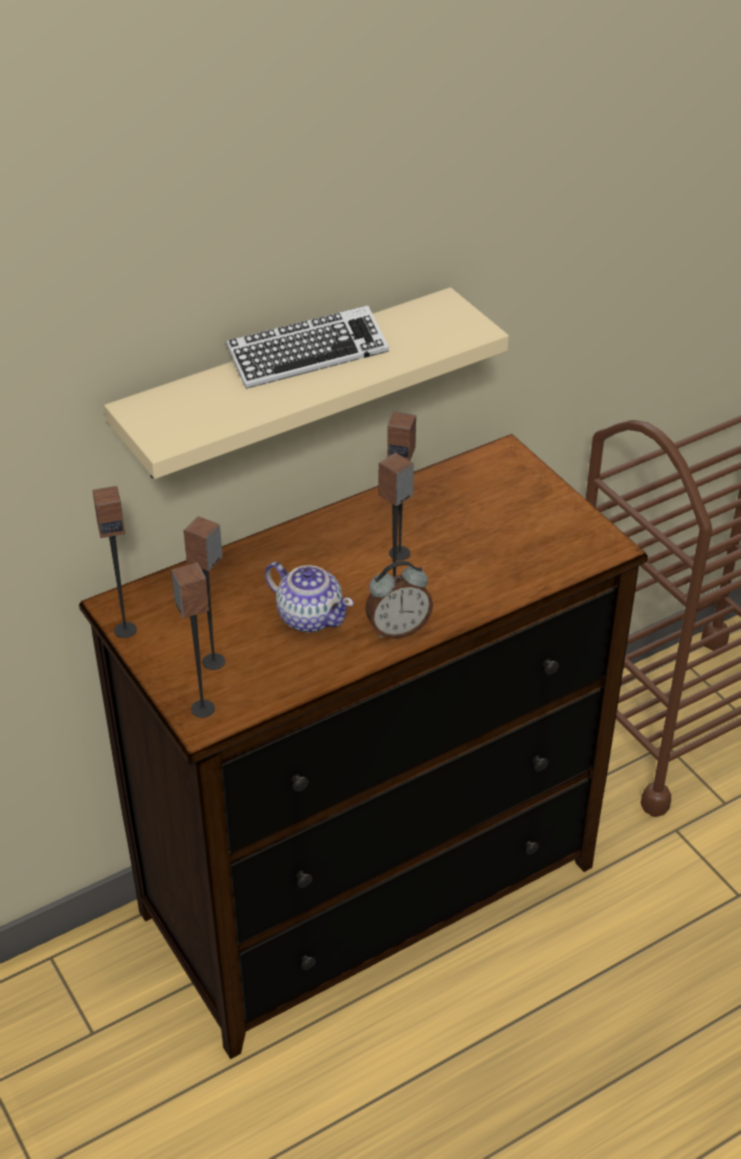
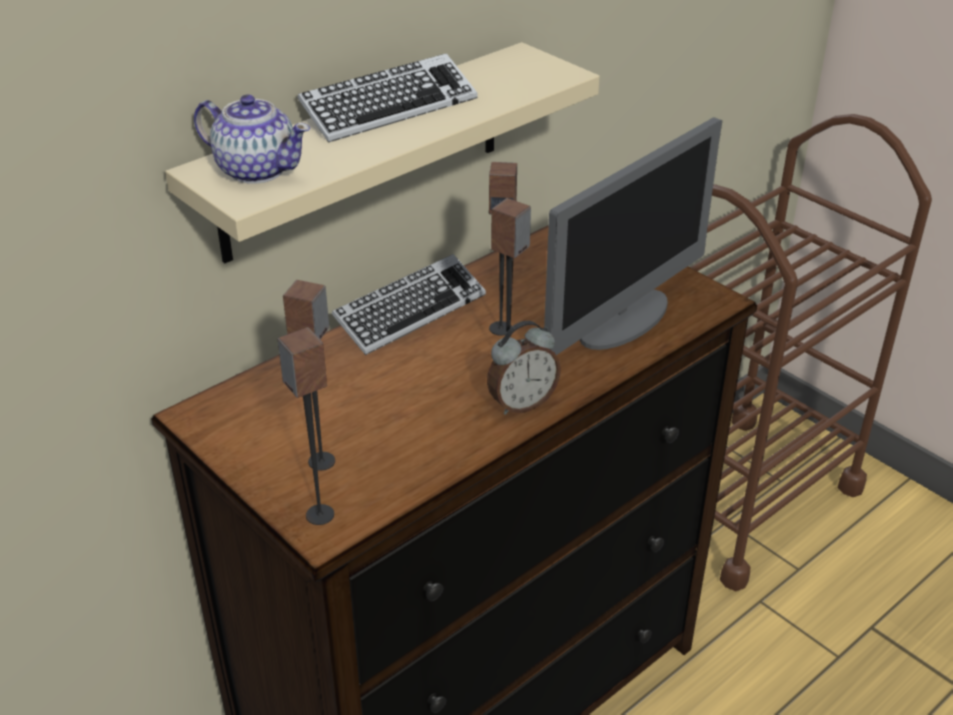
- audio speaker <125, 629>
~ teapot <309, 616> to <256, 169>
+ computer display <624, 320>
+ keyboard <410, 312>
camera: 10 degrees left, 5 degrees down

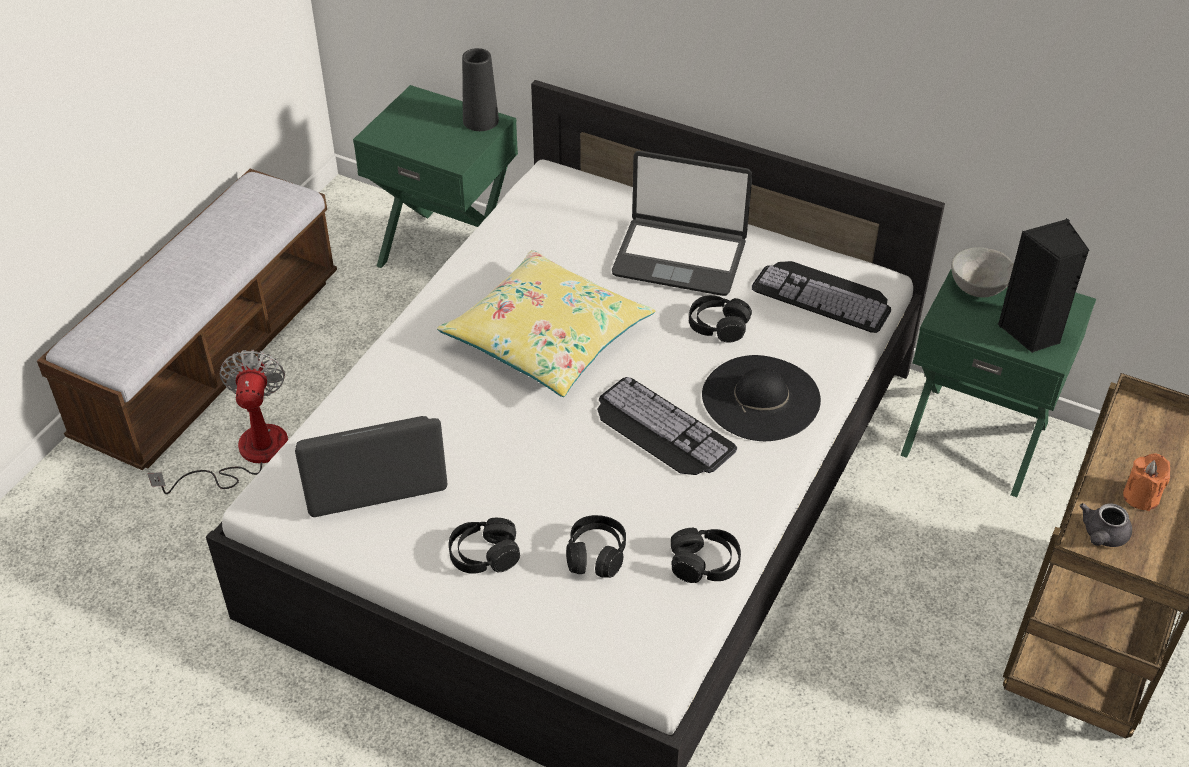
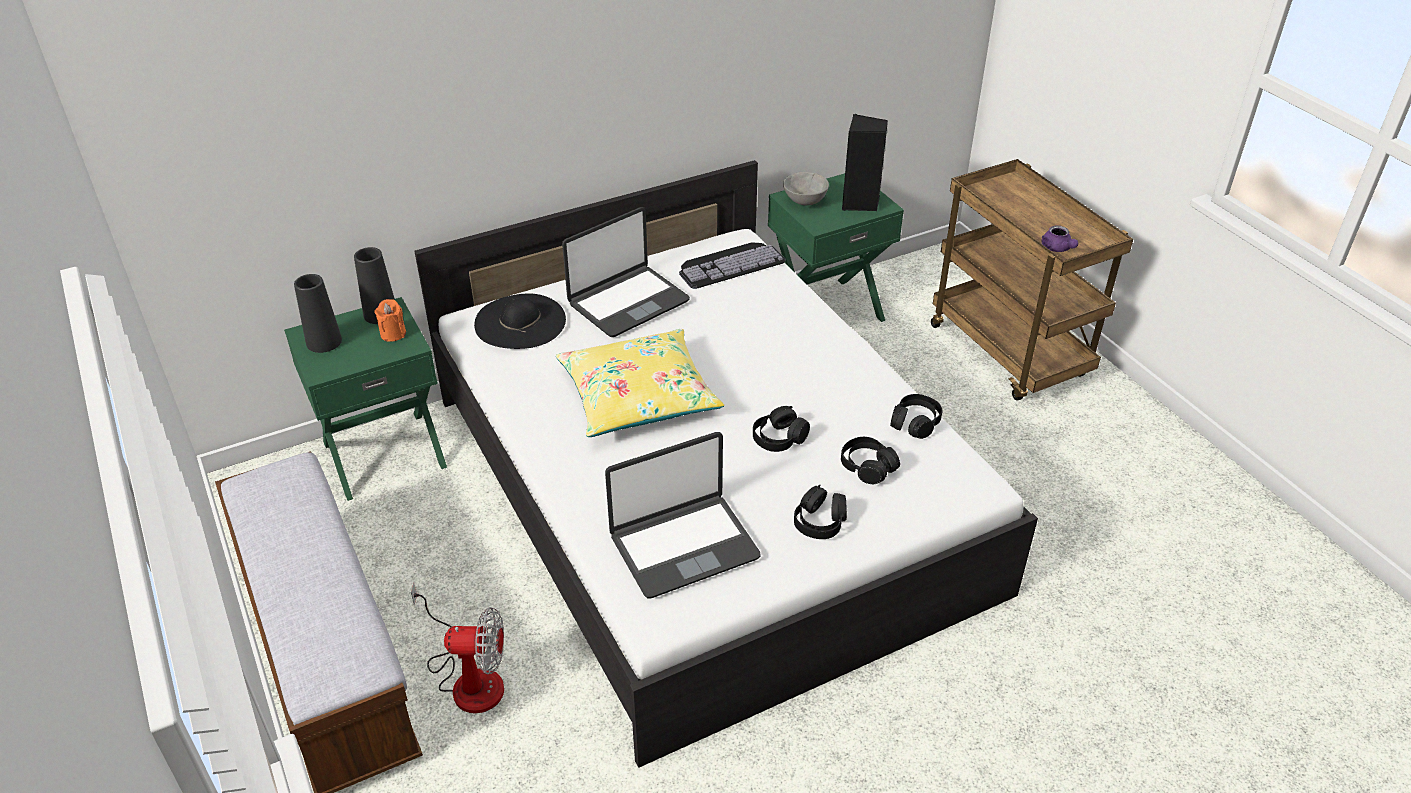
~ headset in black-coloured <718, 326> to <779, 438>
~ electric fan <247, 454> = <469, 678> 150 degrees clockwise
~ wearable hat in black-coloured <761, 398> to <520, 321>
- keyboard <659, 429>
~ portable computer <371, 472> = <683, 546> 135 degrees counterclockwise
~ wax candle in orange <1141, 496> to <393, 334>
~ teapot in grey <1102, 536> to teapot in purple-coloured <1057, 249>
+ vase in black-coloured <324, 342>
camera: 55 degrees left, 5 degrees down

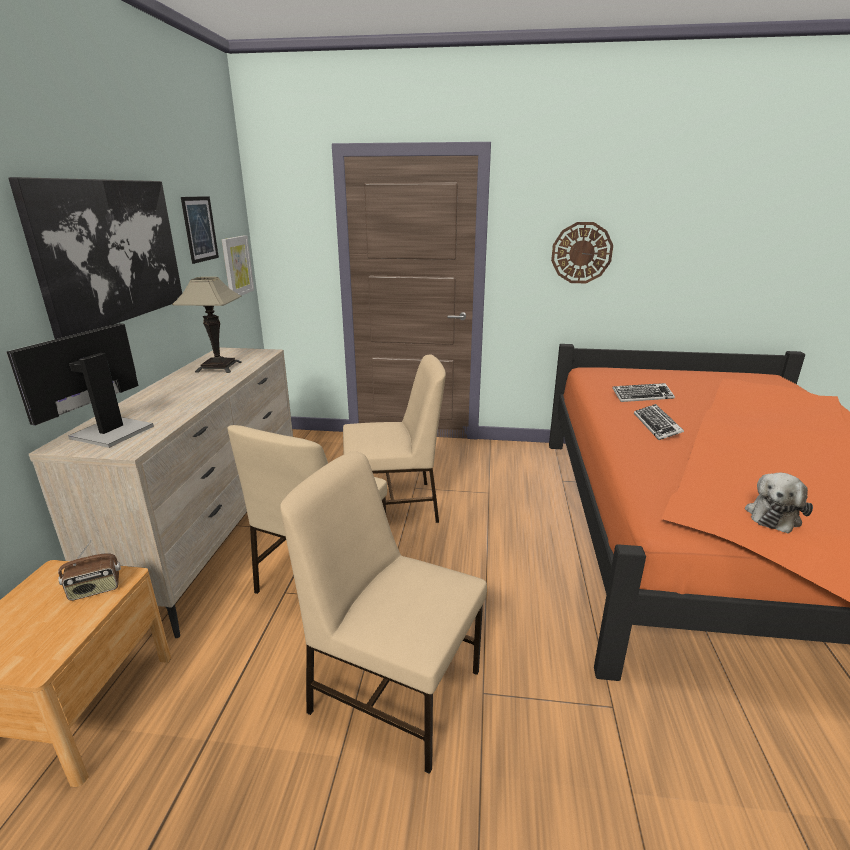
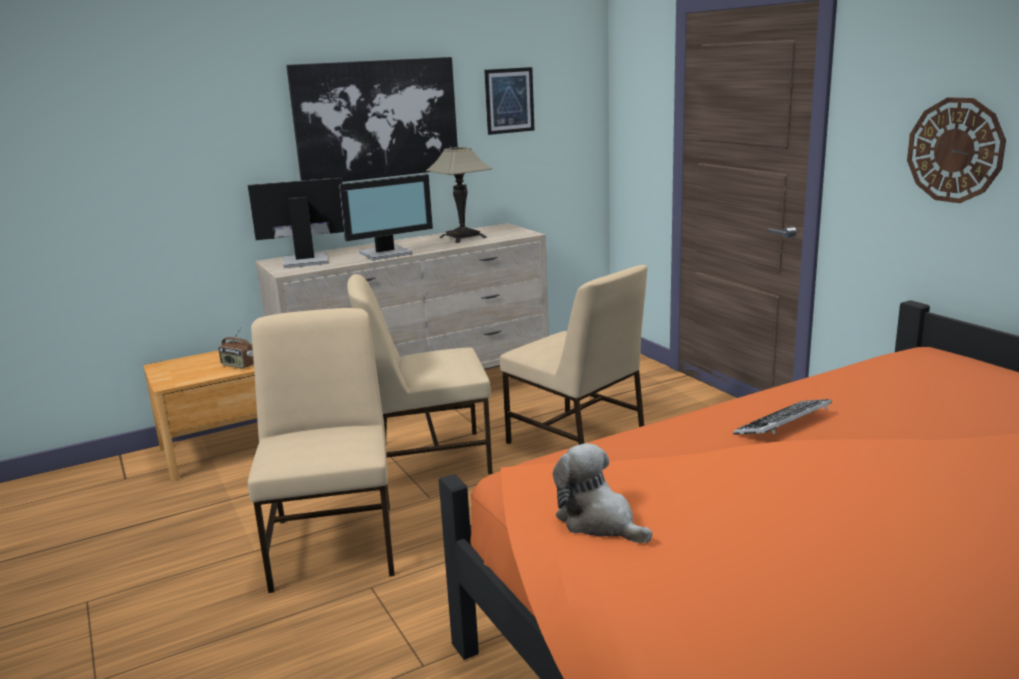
- wall picture <237, 266>
- keyboard <642, 396>
~ soft toy <773, 515> = <599, 521> 45 degrees clockwise
+ computer display <387, 253>
camera: 55 degrees right, 5 degrees down

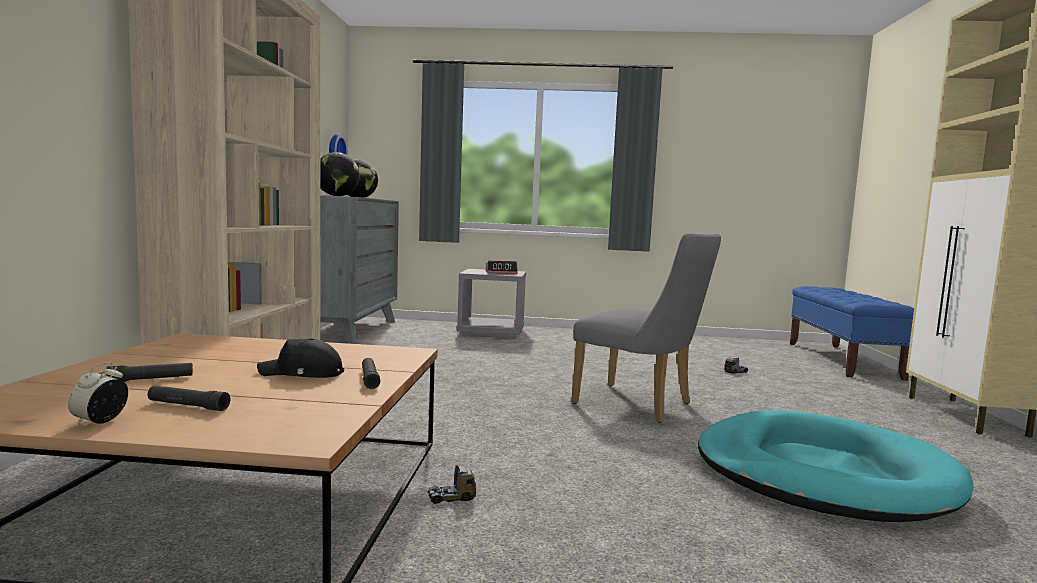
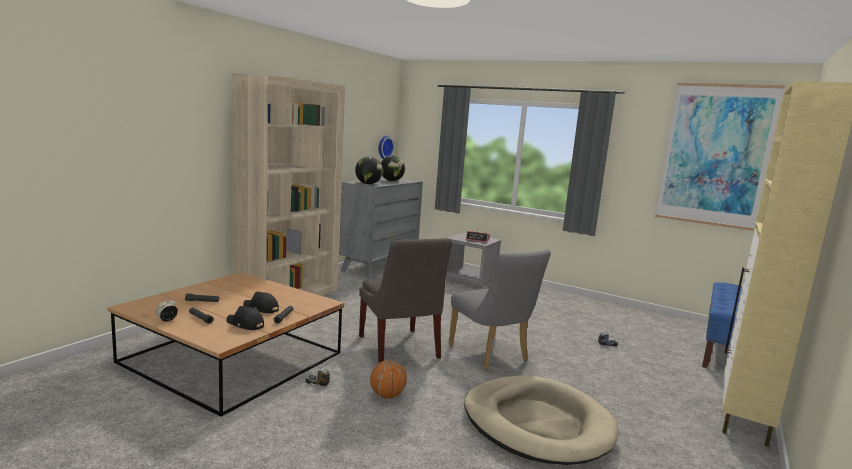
~ pet bed in blue-green <821, 474> to pet bed in sand-coloured <537, 424>
+ wall picture <715, 155>
+ chair in grey <399, 348>
+ cap in black-coloured <245, 324>
+ basketball ball <387, 396>
camera: 25 degrees right, 5 degrees up

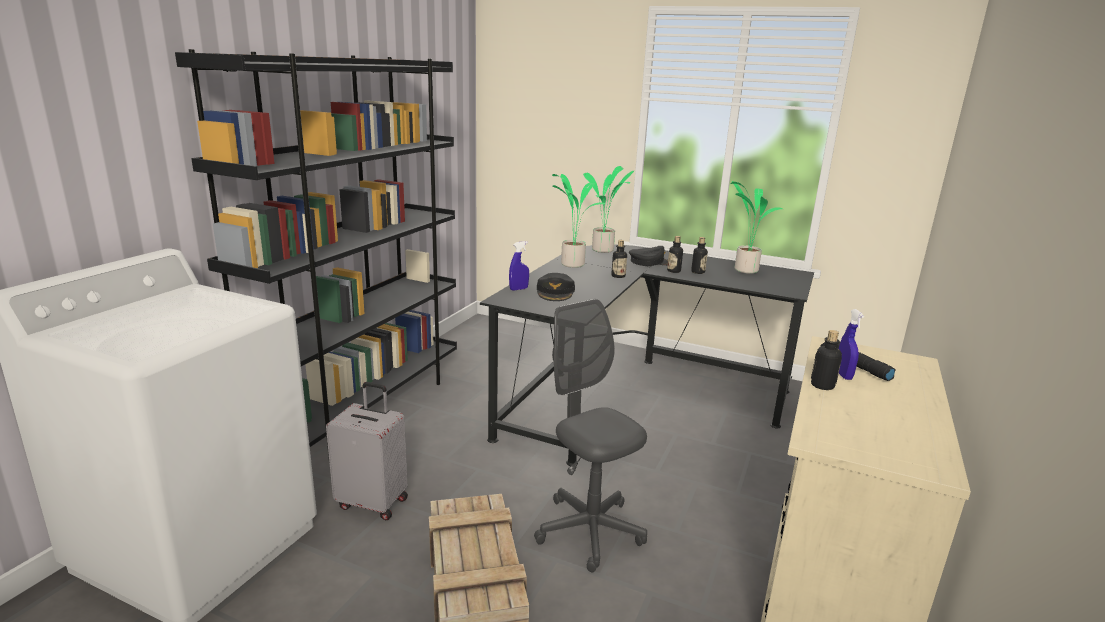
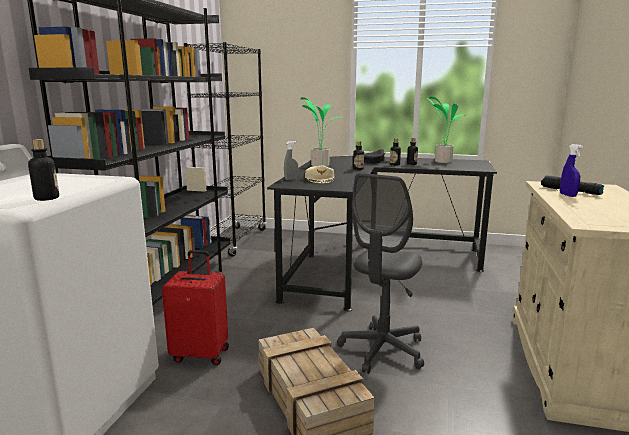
- potted plant <604, 250>
~ hand sprayer in bluish <518, 289> to hand sprayer in grey <291, 179>
~ cap in black-coloured <555, 292> to cap in sand-coloured <320, 179>
~ desk chair in grey <589, 531> = <382, 350> 105 degrees counterclockwise
~ bottle <822, 385> to <47, 198>
~ piece of luggage in grey <373, 502> to piece of luggage in reddish <201, 354>
+ bookshelf in black-coloured <234, 241>
camera: 10 degrees left, 5 degrees down

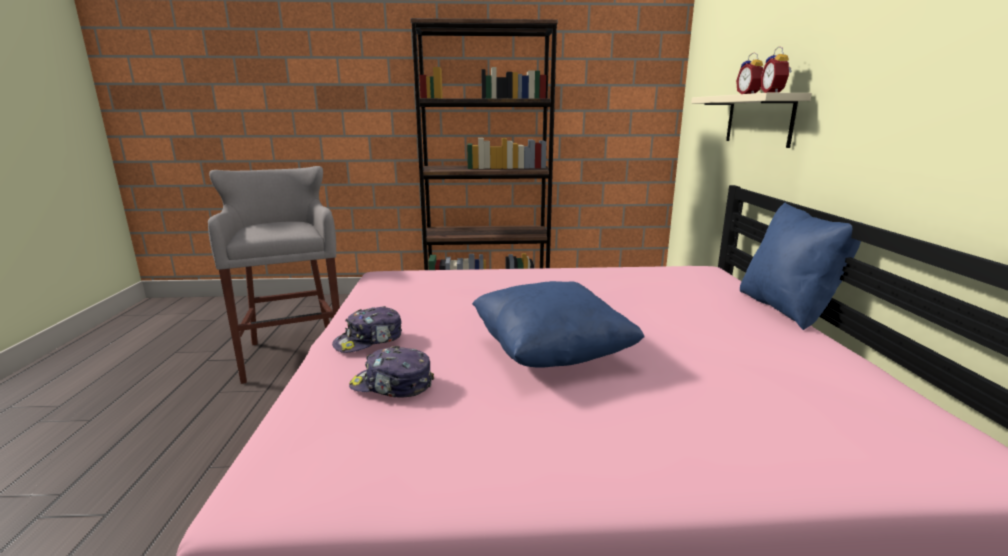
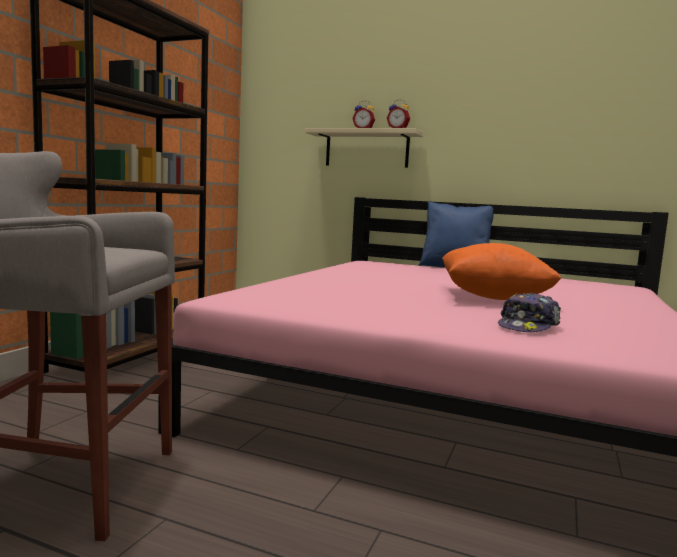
~ pillow in bluish <551, 353> to pillow in orange <492, 297>
- cap <369, 340>
camera: 65 degrees left, 10 degrees down

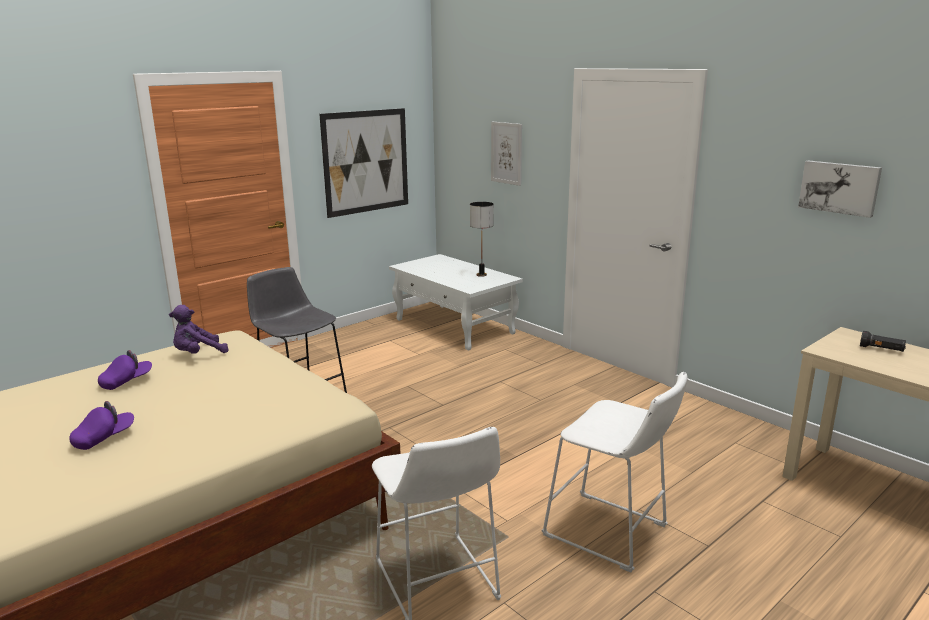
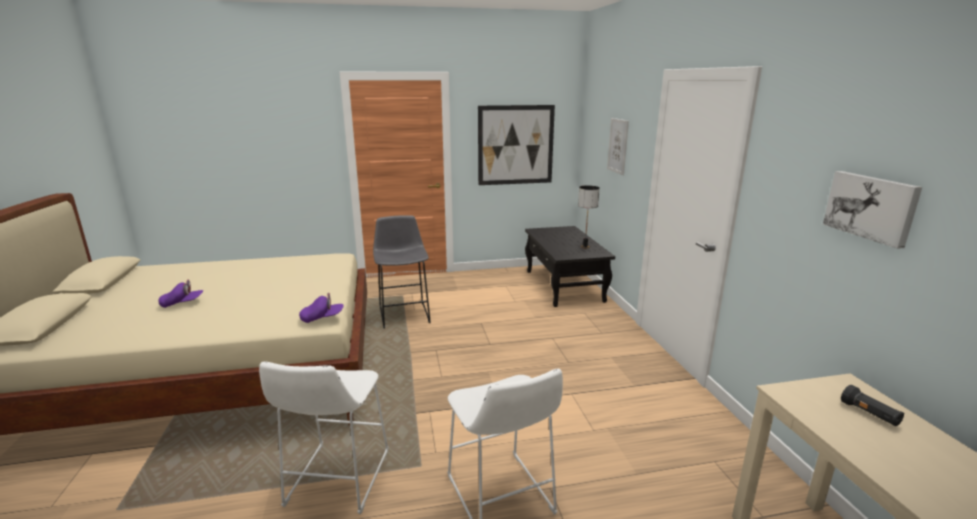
~ low table in whitish <455, 326> to low table in black-coloured <564, 286>
- soft toy in purple-coloured <198, 354>
~ cap in purple-coloured <126, 381> to <322, 318>
camera: 30 degrees right, 0 degrees up

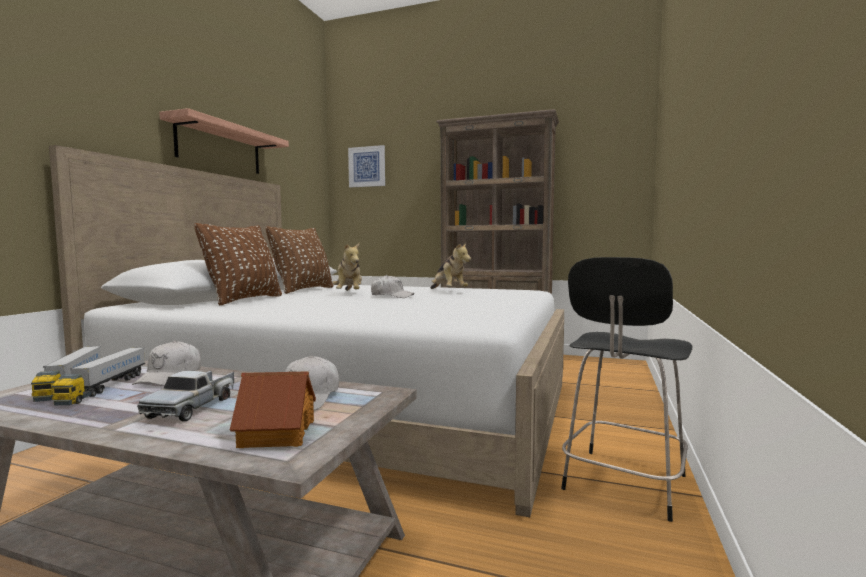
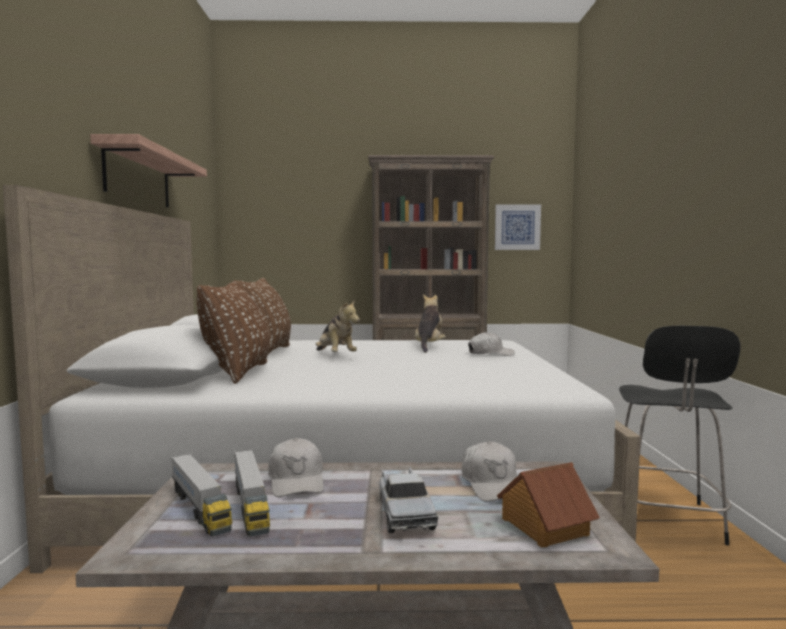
~ wall picture <367, 167> to <517, 227>
~ soft toy <448, 291> = <429, 346> 120 degrees counterclockwise
~ cap in whitish <392, 296> to <490, 354>
camera: 20 degrees left, 0 degrees up

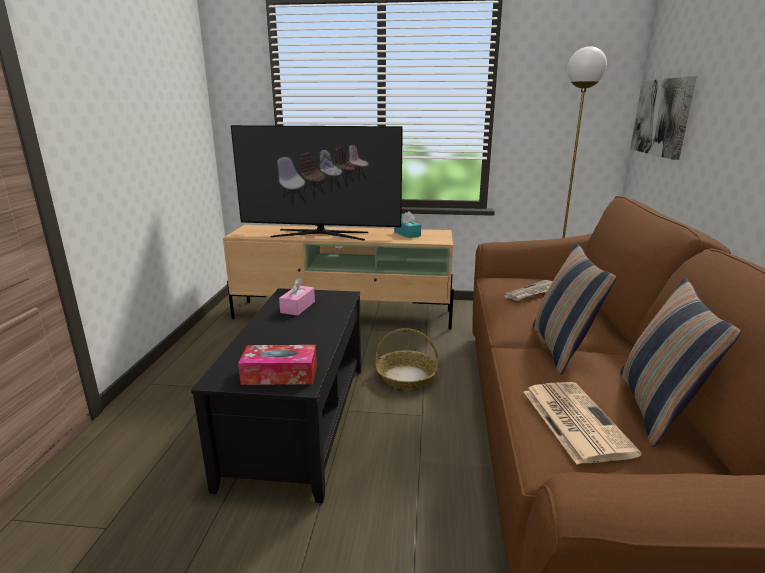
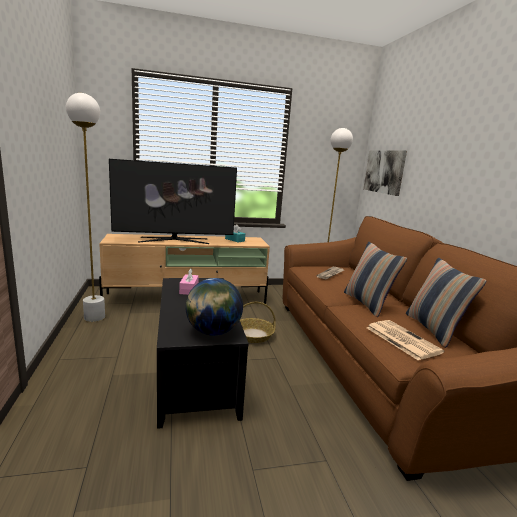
~ tissue holder <280, 374> to globe <213, 332>
+ standard lamp in whitish <94, 317>
camera: 20 degrees left, 5 degrees down

